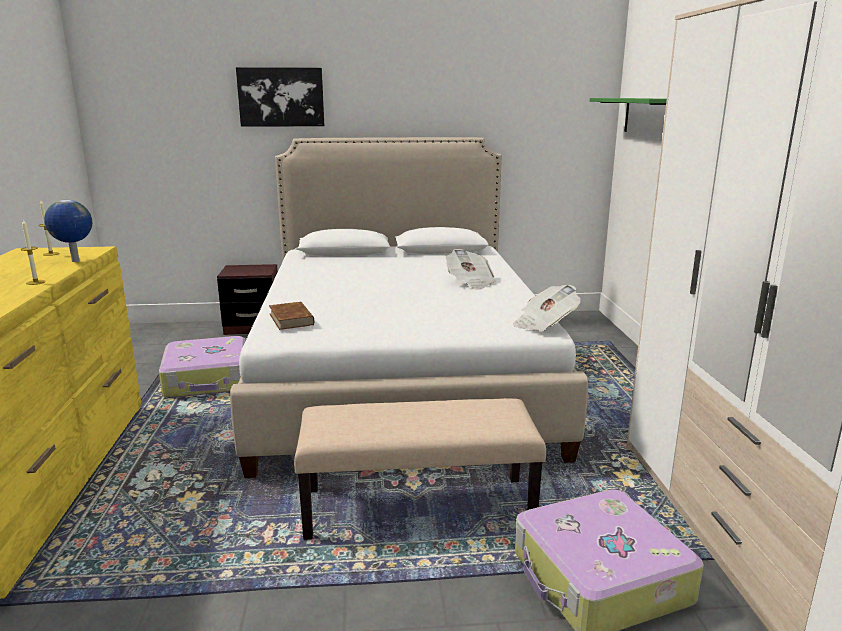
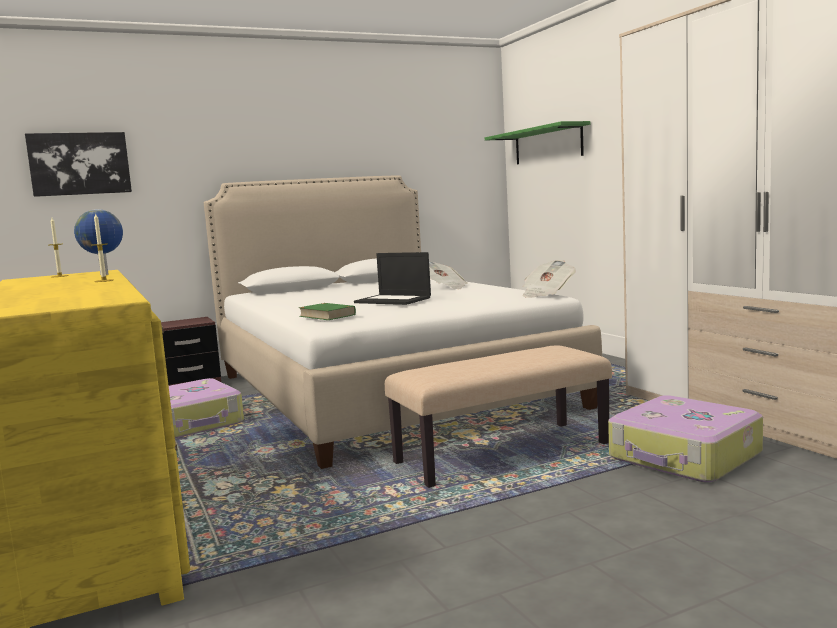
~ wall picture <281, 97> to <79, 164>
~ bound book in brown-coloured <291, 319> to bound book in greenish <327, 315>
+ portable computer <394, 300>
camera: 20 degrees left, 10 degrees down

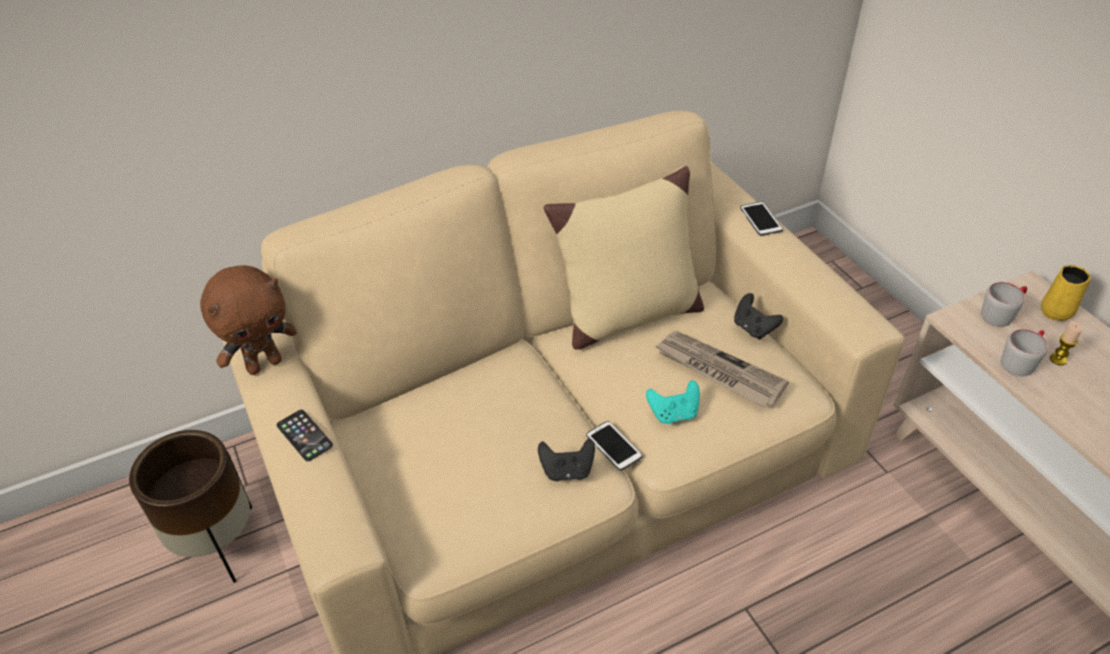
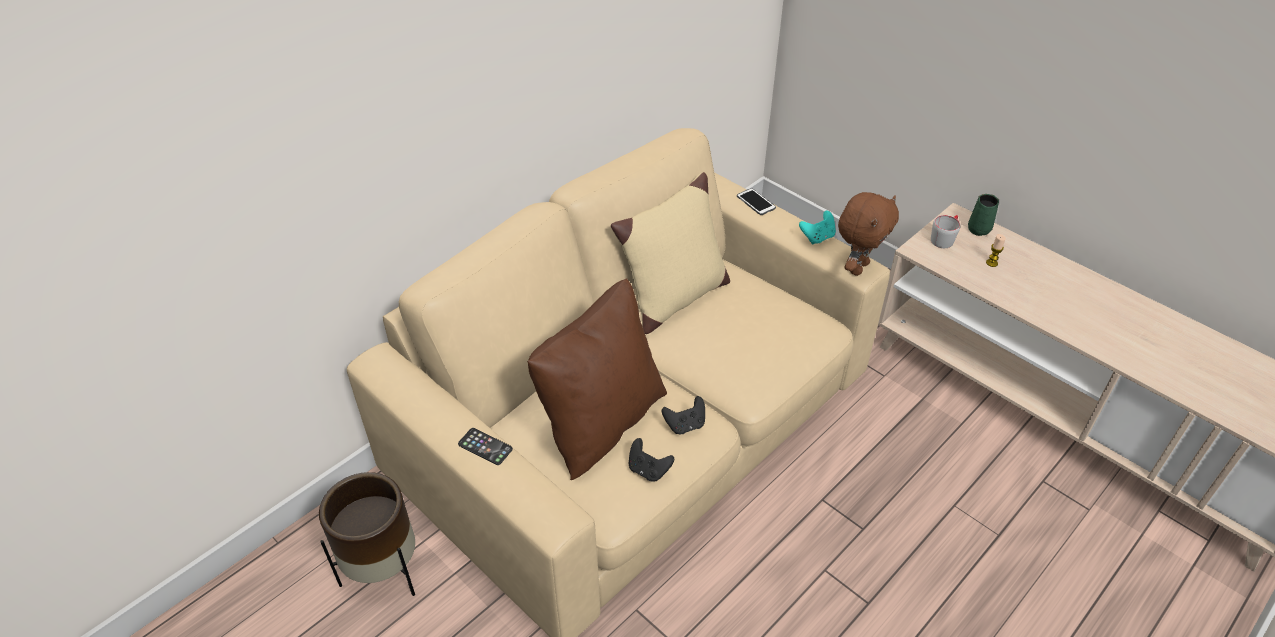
~ soft toy in brown-coloured <264, 364> to <857, 267>
~ tea mug in yellow-coloured <1058, 311> to tea mug in greenish <980, 229>
~ game controller in black-coloured <753, 328> to <648, 470>
- tea mug in grey <1021, 360>
- daily paper <718, 371>
~ game controller in blue-green <673, 414> to <817, 237>
- telephone <613, 446>
+ pillow in brown-coloured <600, 422>
camera: 20 degrees left, 0 degrees up

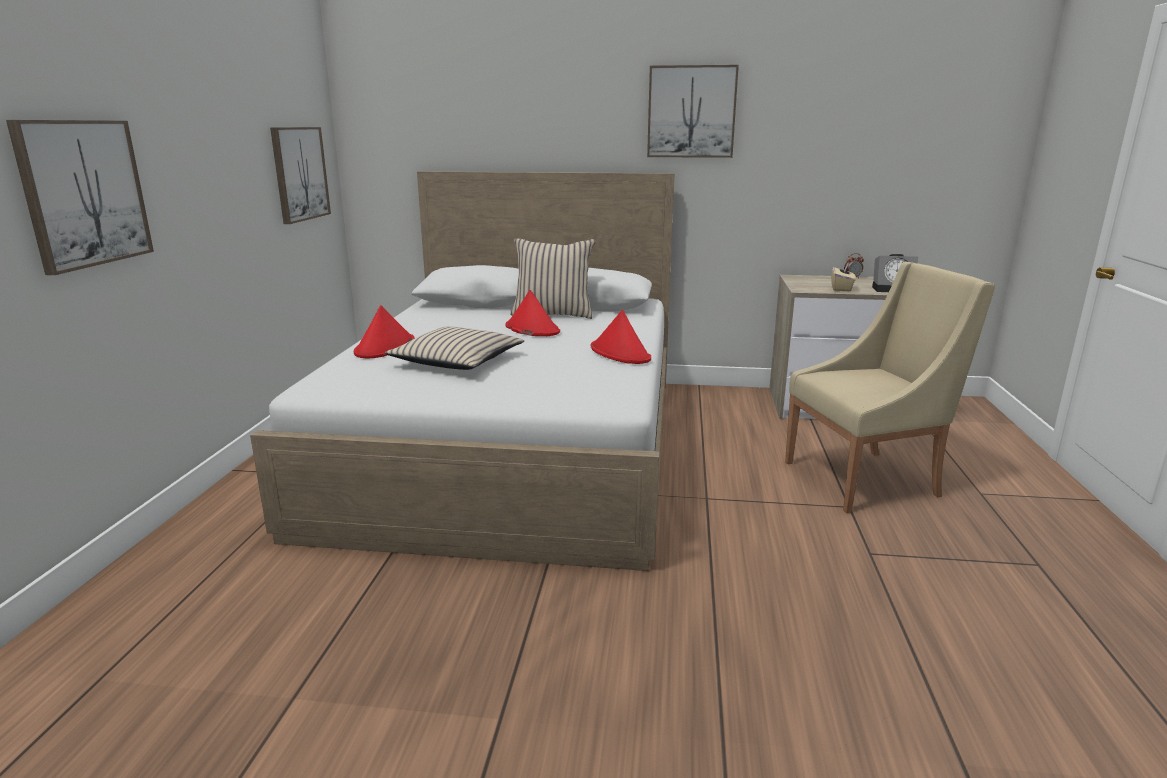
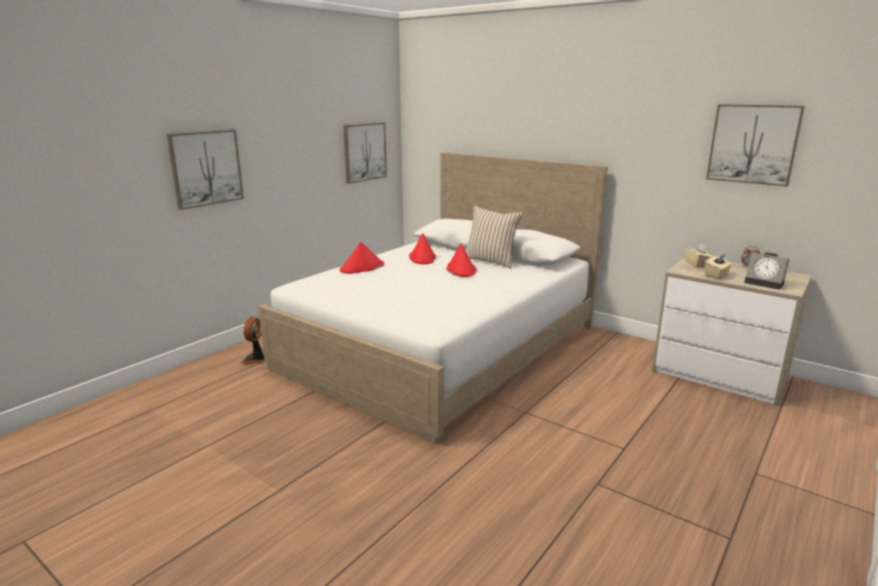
~ wall picture <691, 112> to <753, 144>
- armchair in sand-coloured <865, 478>
~ wearable hat in reddish <620, 353> to <422, 258>
- pillow in sand-coloured <457, 361>
+ tissue holder in sand-coloured <697, 264>
+ electric fan <255, 359>
camera: 30 degrees right, 0 degrees up

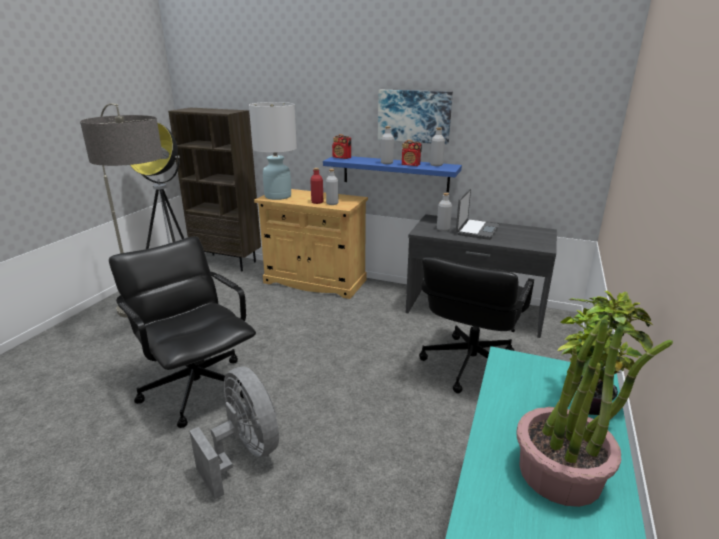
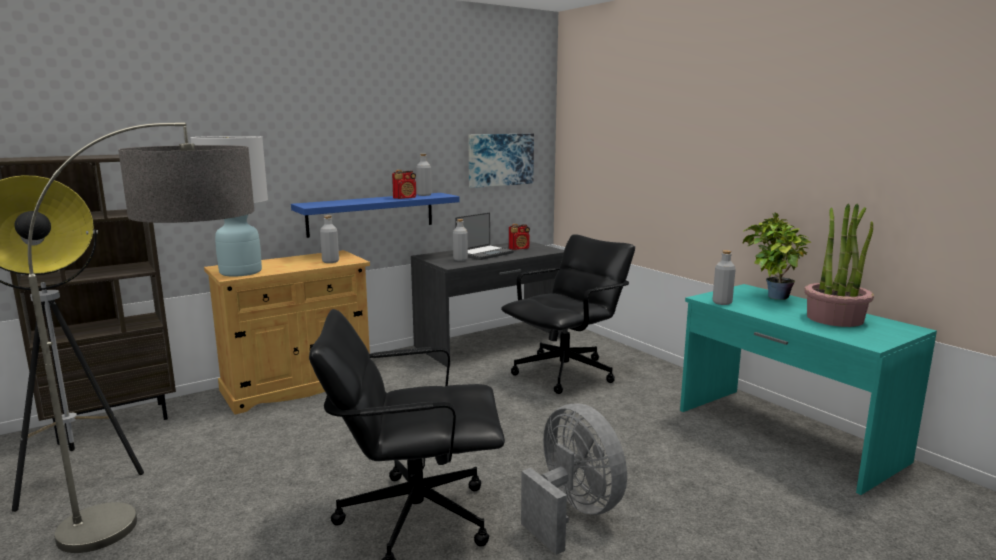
~ wall picture <414, 116> to <500, 159>
~ bottle in grey <386, 163> to <722, 302>
~ radio <342, 158> to <519, 248>
- bottle in reddish <317, 202>
~ portable computer <476, 230> = <484, 253> 75 degrees clockwise
~ desk chair in black-coloured <469, 365> = <565, 373> 105 degrees counterclockwise
~ electric fan in grey <244, 453> = <572, 513> 60 degrees clockwise
camera: 55 degrees left, 10 degrees down

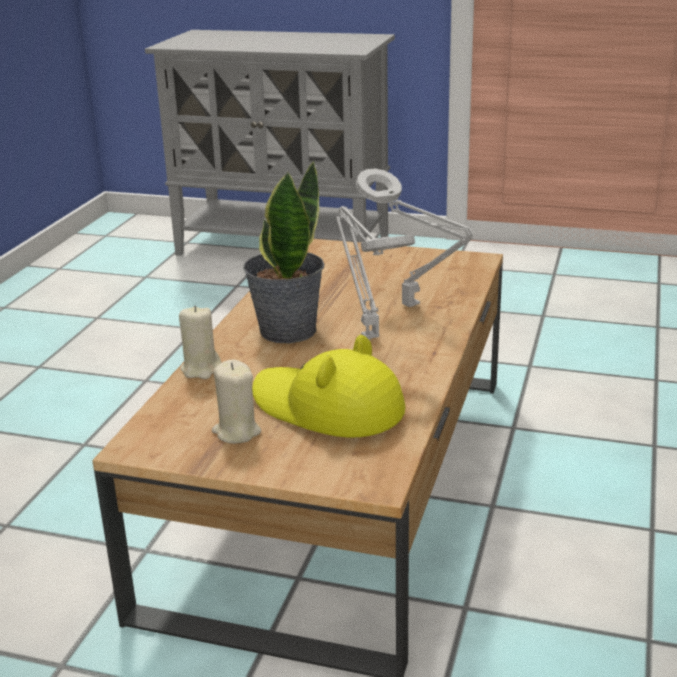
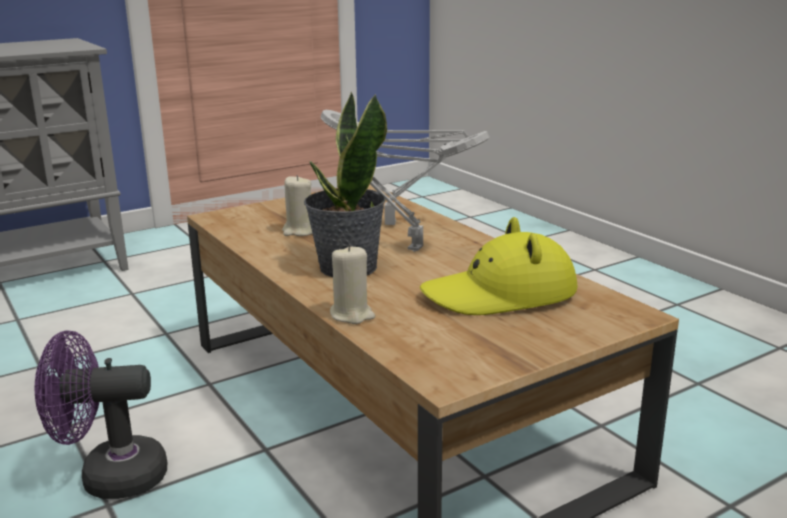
~ wax candle in sand-coloured <236, 432> to <299, 231>
+ electric fan in purple-coloured <110, 477>
camera: 50 degrees left, 5 degrees down

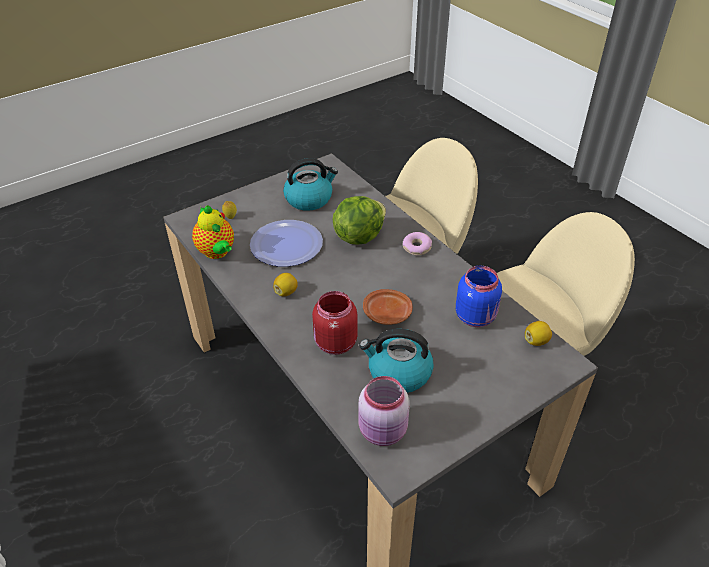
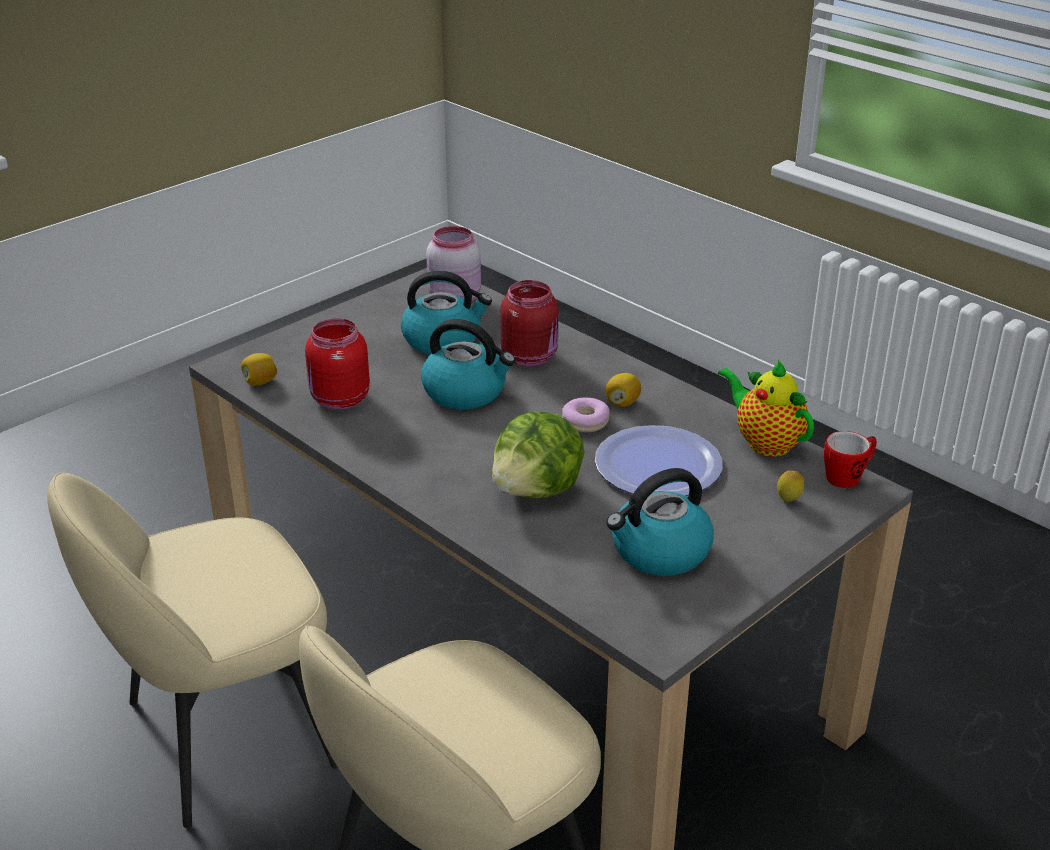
~ ring doughnut <416, 247> to <585, 421>
~ jar in bluish <476, 316> to jar in reddish <338, 400>
~ dinner plate in brown-coloured <388, 313> to water kettle <466, 392>
+ tea mug <848, 477>
camera: 170 degrees right, 10 degrees down

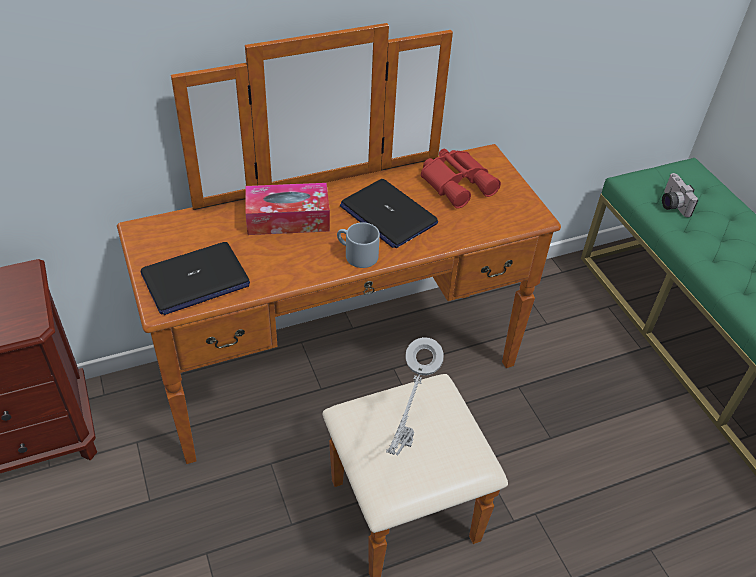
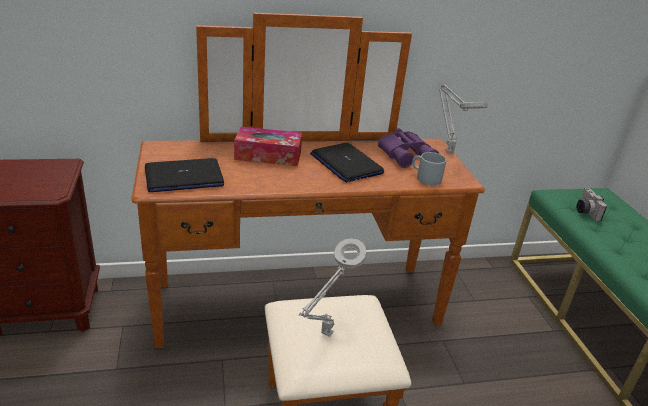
~ pair of binoculars in reddish <458, 183> to pair of binoculars in purple-coloured <406, 154>
~ tea mug in grey <356, 255> to <425, 177>
+ table lamp in grey <448, 150>
camera: 10 degrees right, 15 degrees down

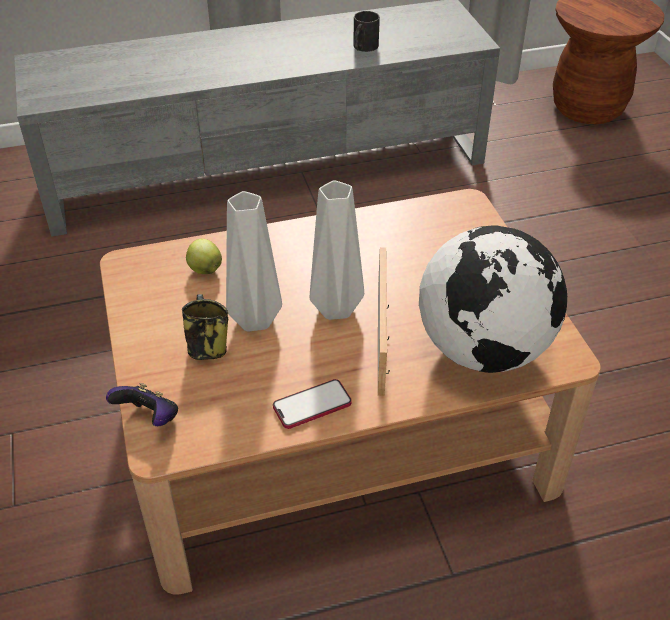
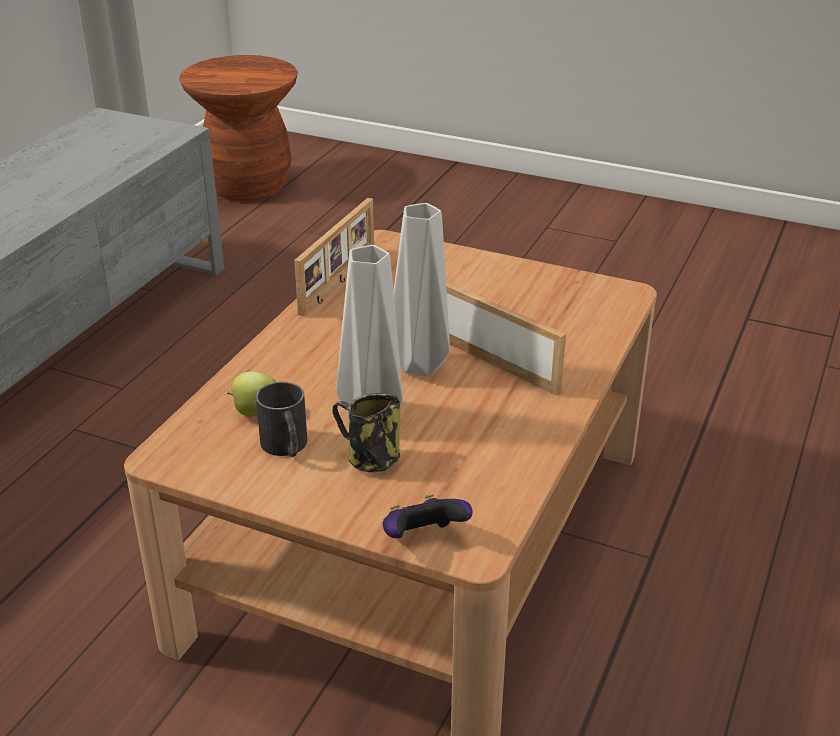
~ tea mug in black-coloured <363, 48> to <286, 447>
- globe <483, 349>
- telephone <312, 405>
+ photo frame <340, 281>
camera: 50 degrees left, 10 degrees down

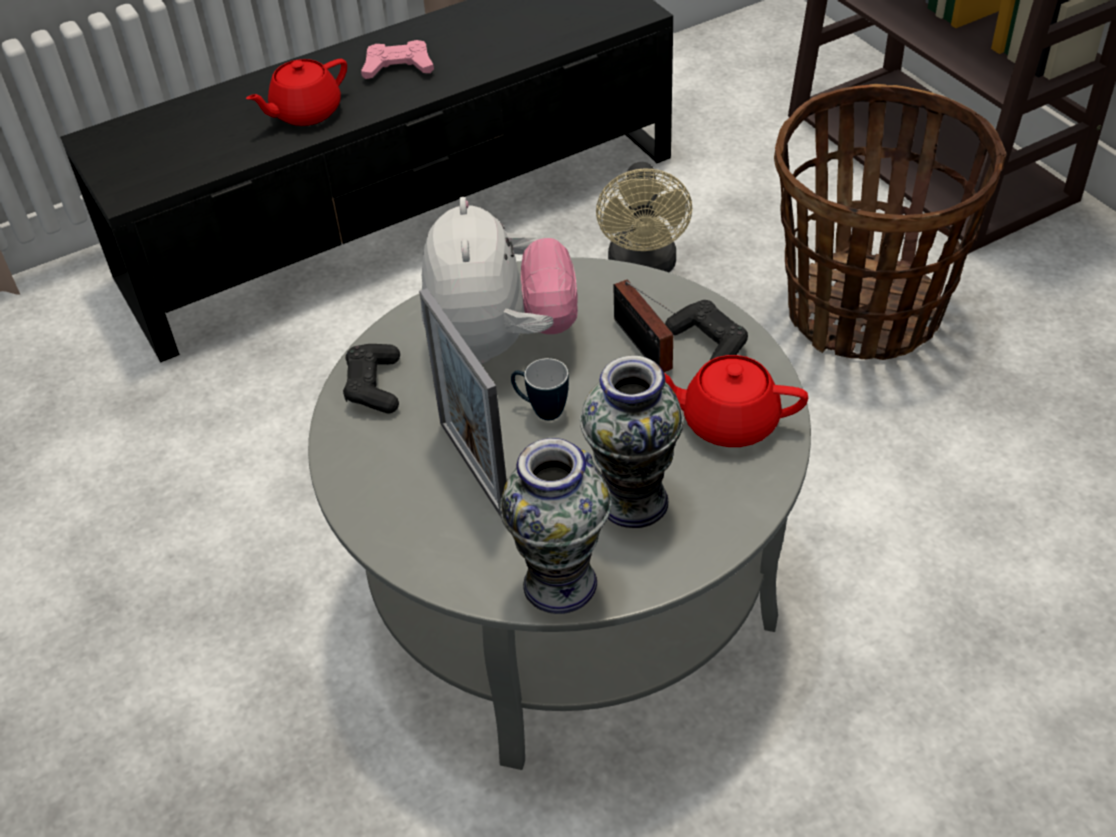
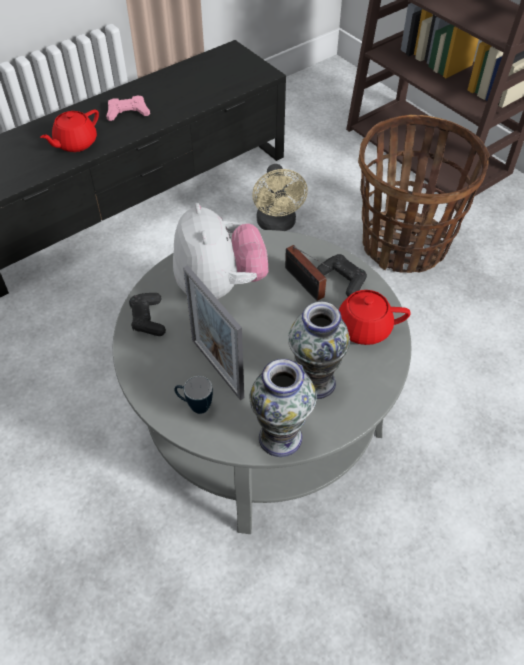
~ tea mug <541, 410> to <195, 406>
camera: 10 degrees left, 5 degrees up

